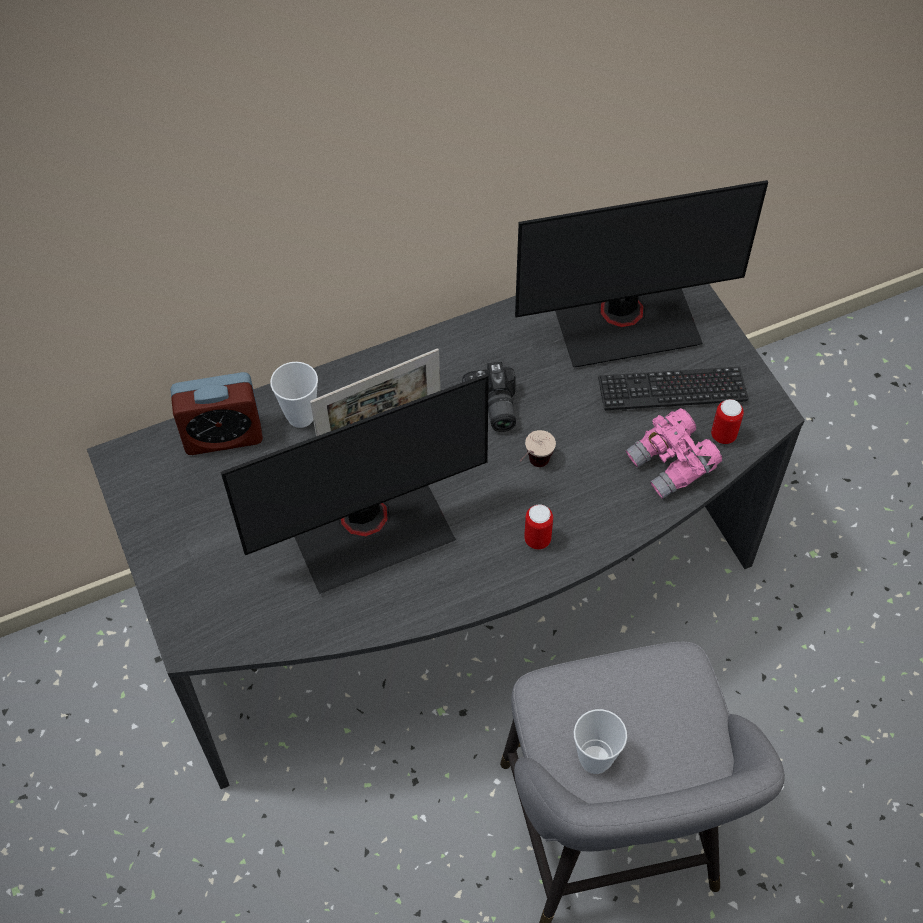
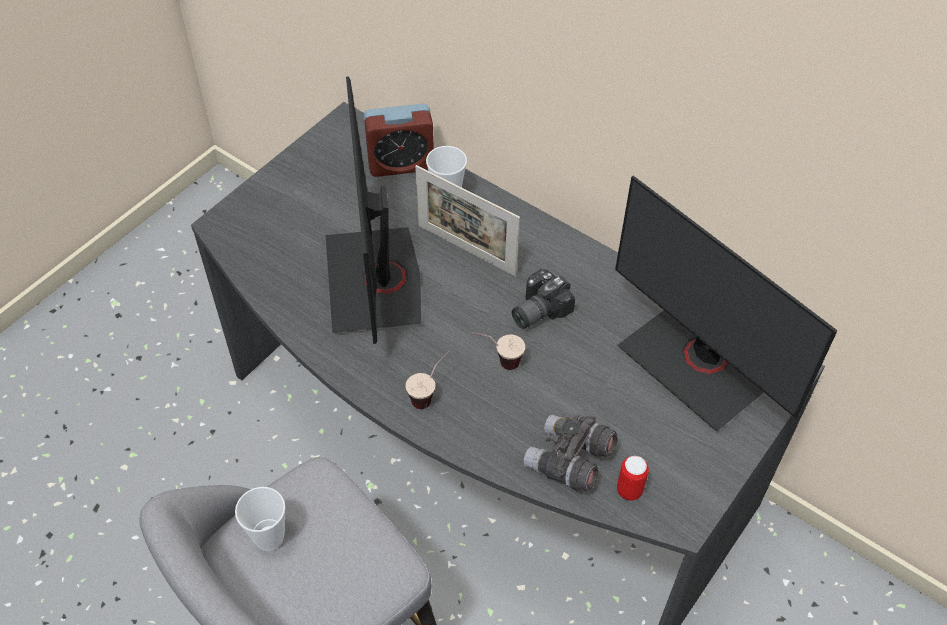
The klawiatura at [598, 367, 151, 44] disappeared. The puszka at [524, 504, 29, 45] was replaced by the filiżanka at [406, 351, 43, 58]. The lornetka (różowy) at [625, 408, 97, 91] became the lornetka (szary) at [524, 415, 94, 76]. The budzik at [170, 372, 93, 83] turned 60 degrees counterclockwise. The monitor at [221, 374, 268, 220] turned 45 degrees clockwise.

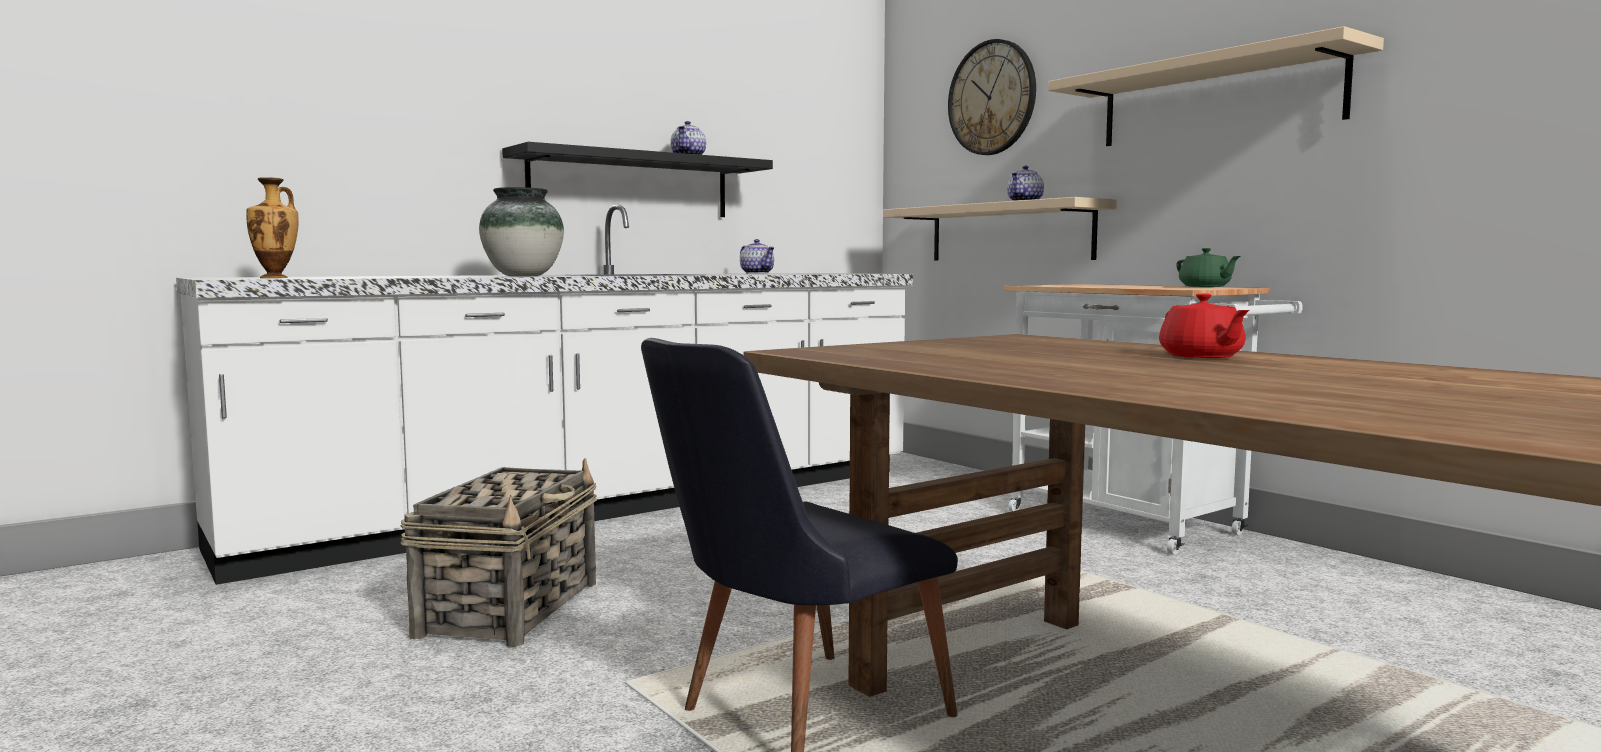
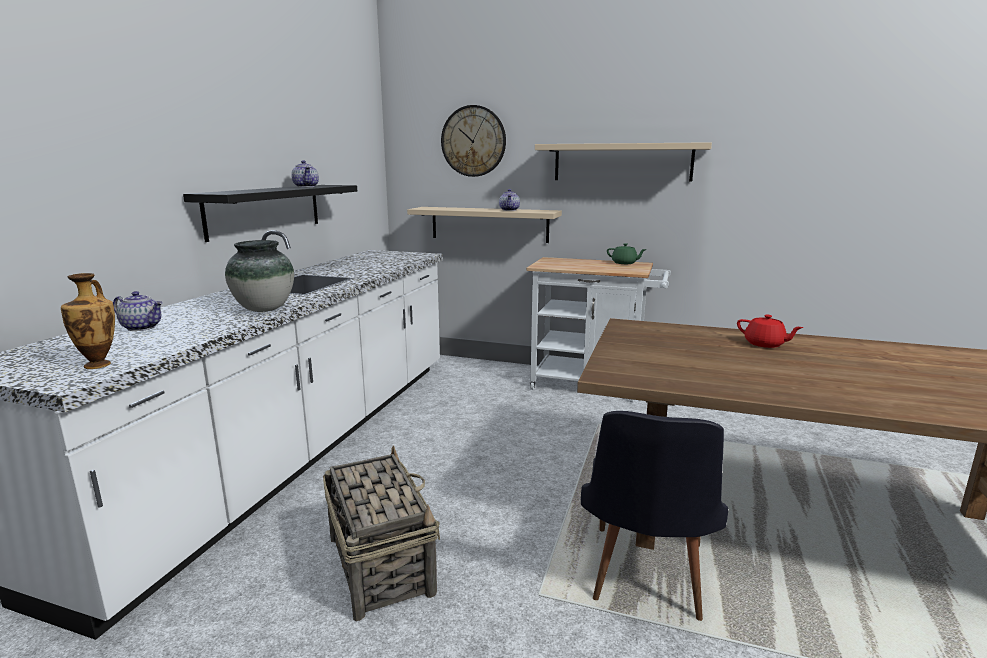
The imbryk moved from [740, 239, 35, 35] to [113, 291, 50, 40].

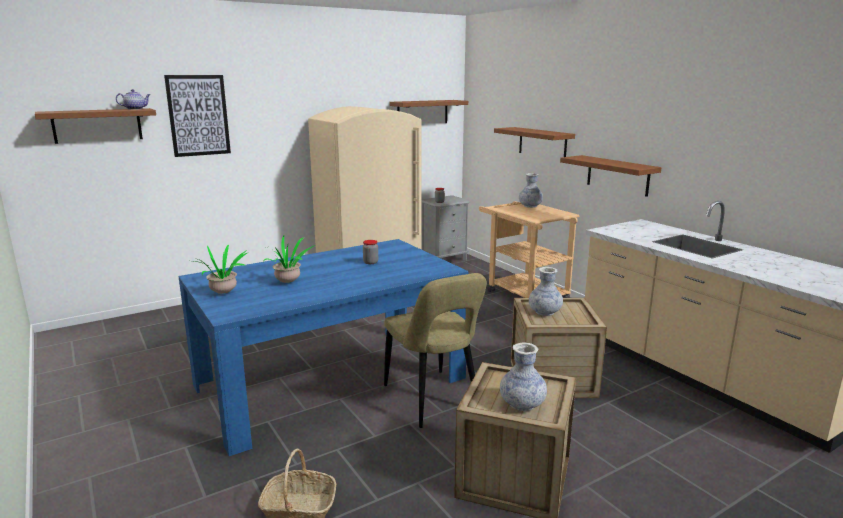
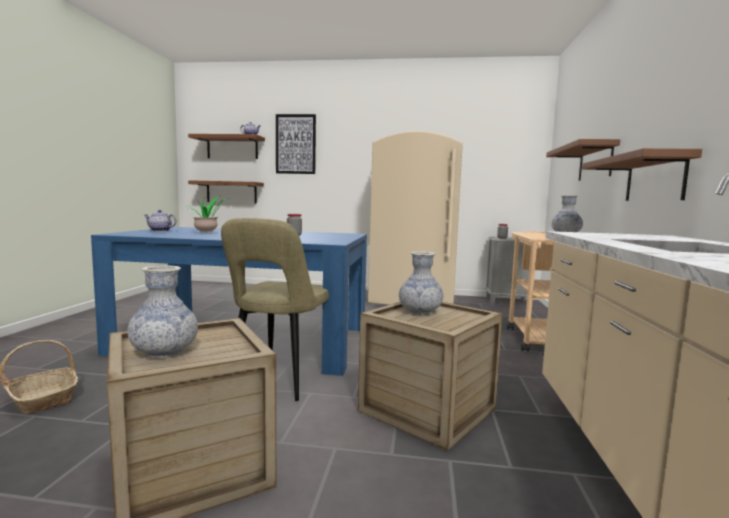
The półka (brązowy) moved from [390, 100, 78, 23] to [188, 180, 76, 23]. The roślina doniczkowa at [194, 245, 55, 49] was replaced by the imbryk at [144, 210, 32, 21].

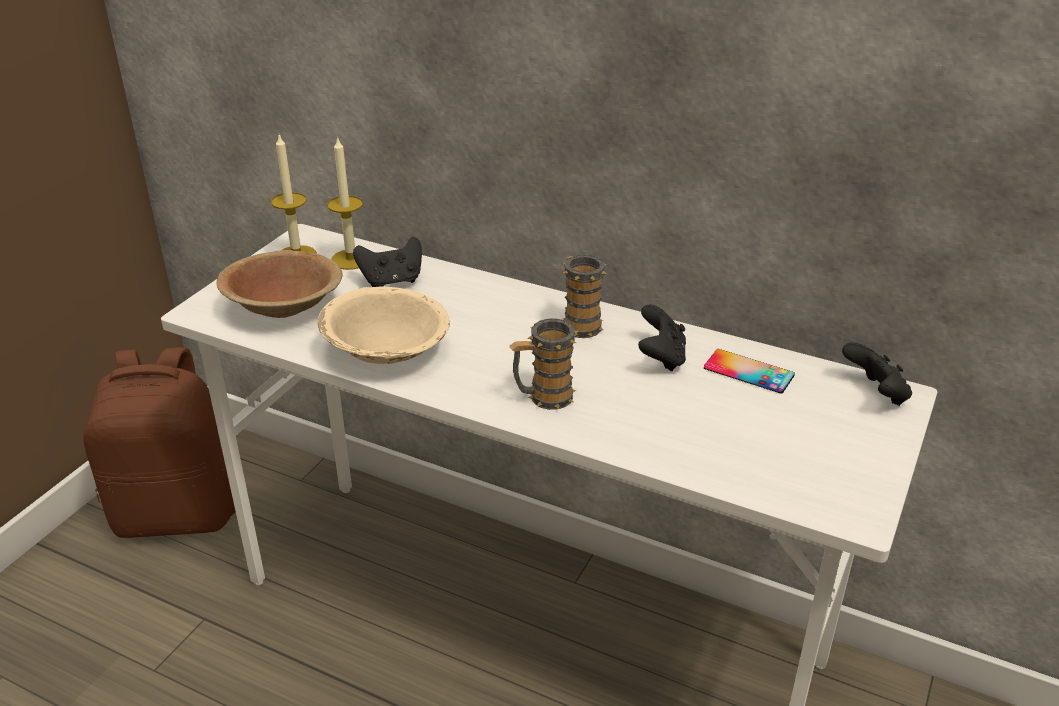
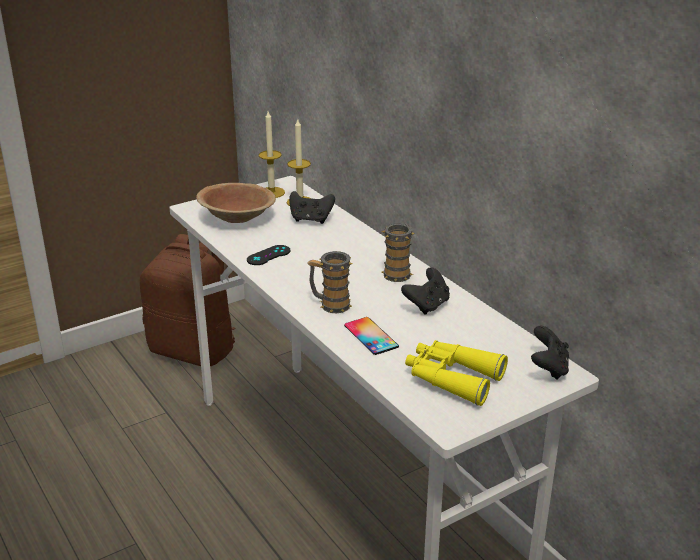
The lornetka (żółty) at [405, 340, 103, 66] appeared. The telefon moved from [704, 349, 91, 45] to [344, 317, 55, 38]. The miska (beżowy) at [318, 287, 132, 77] was replaced by the pad do gier (czarny) at [247, 245, 43, 20].

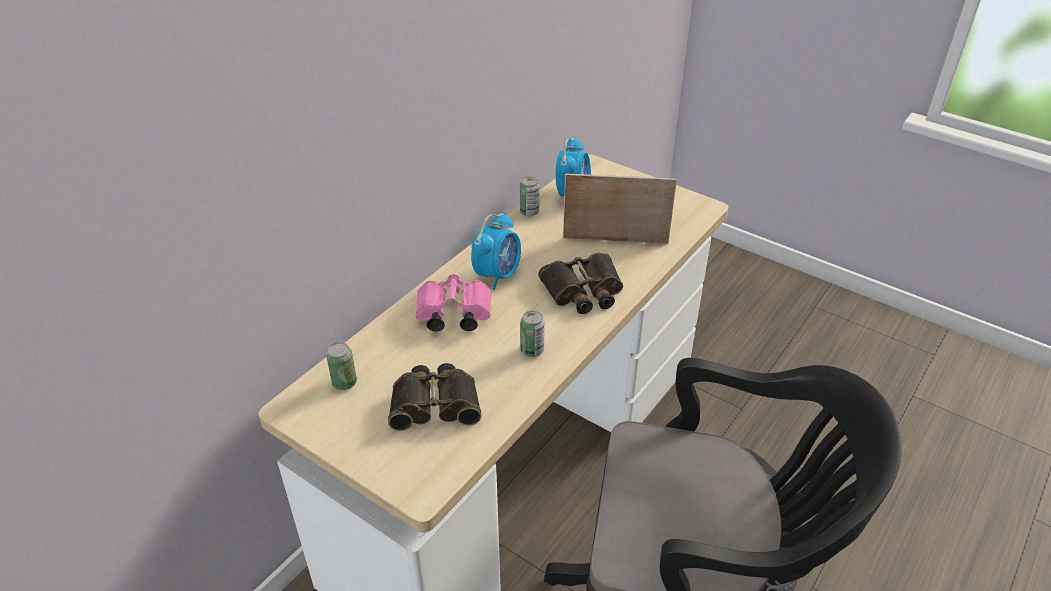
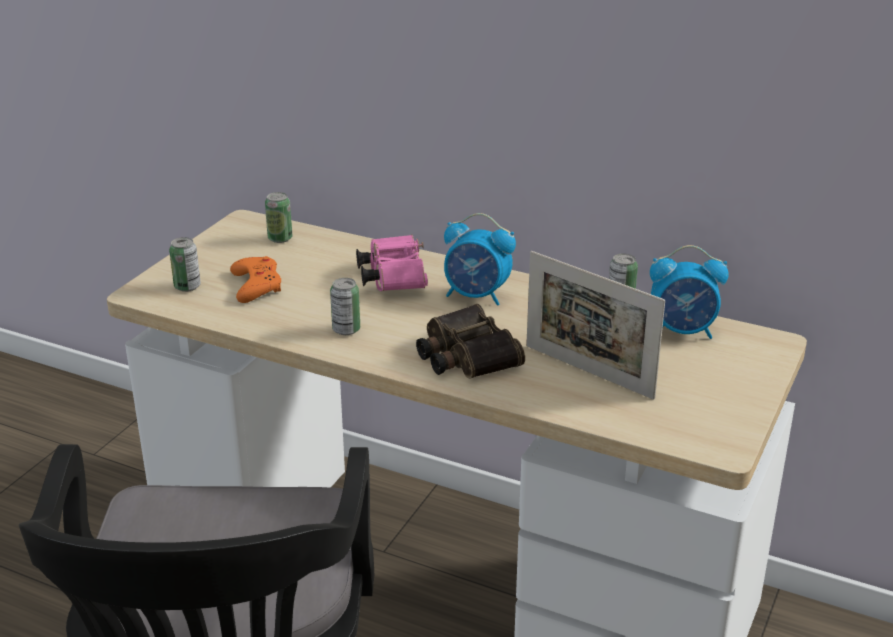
The puszka at [169, 237, 32, 55] appeared. The lornetka at [388, 363, 94, 68] was replaced by the pad do gier (pomarańczowy) at [230, 256, 51, 47]. The ramka na zdjęcie at [563, 174, 114, 70] turned 135 degrees clockwise.

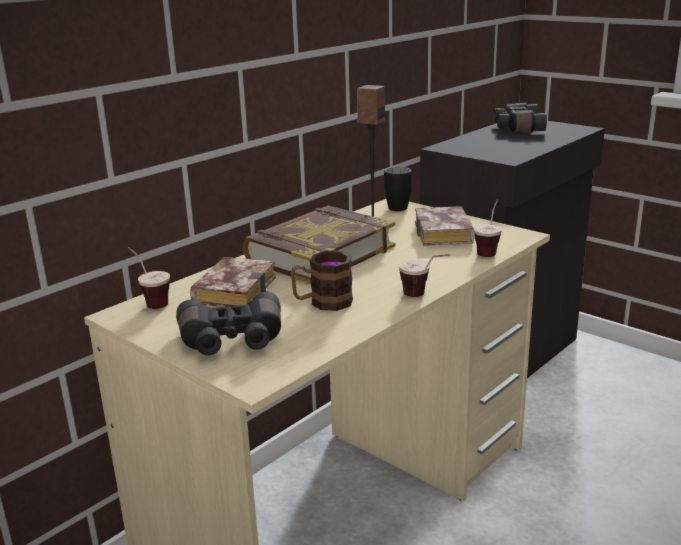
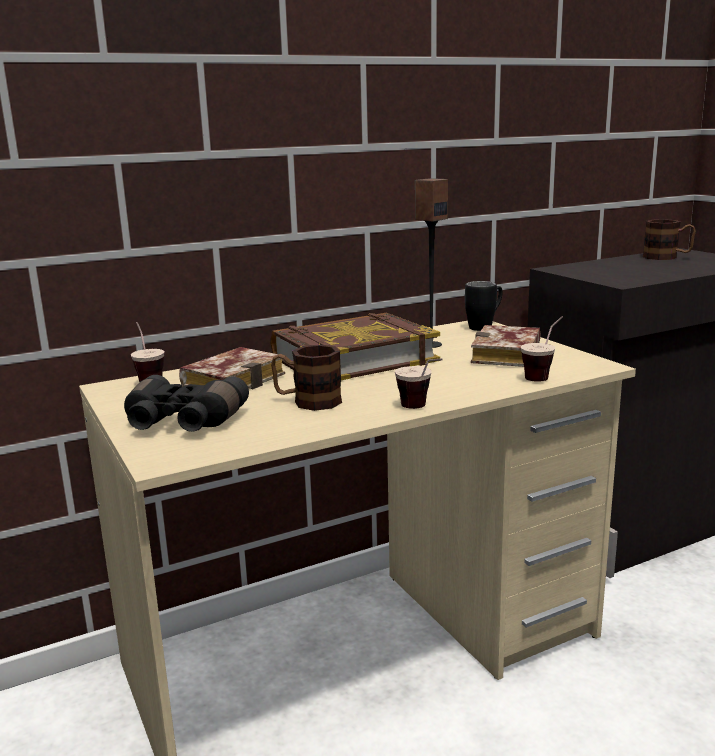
The lornetka (czarny) at [494, 103, 53, 30] was replaced by the kubek at [643, 219, 53, 41].

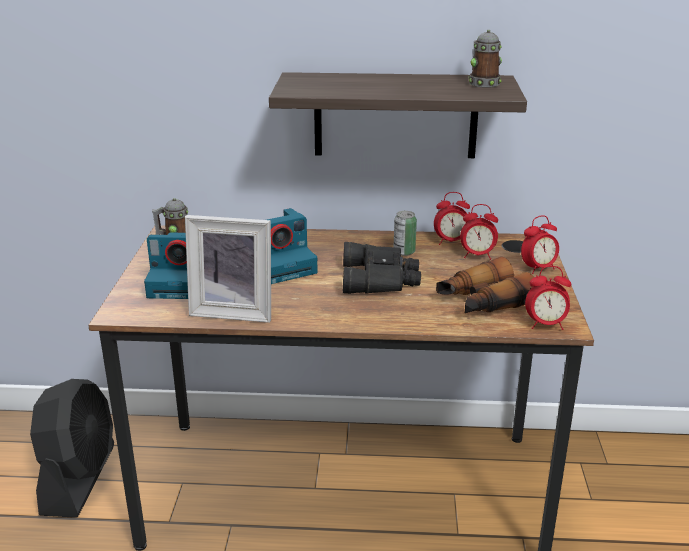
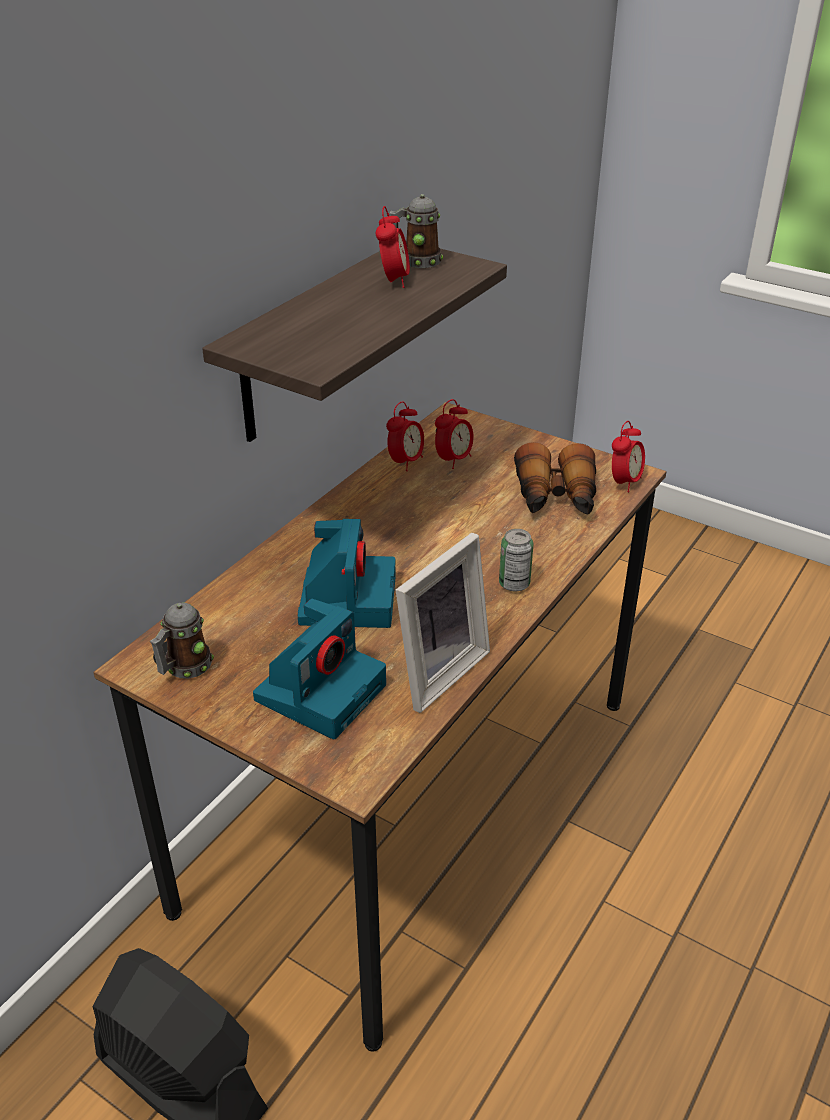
The lornetka (czarny) at [343, 242, 78, 52] disappeared. The puszka moved from [394, 211, 23, 45] to [499, 529, 34, 63]. The budzik moved from [521, 215, 38, 59] to [376, 206, 34, 82].

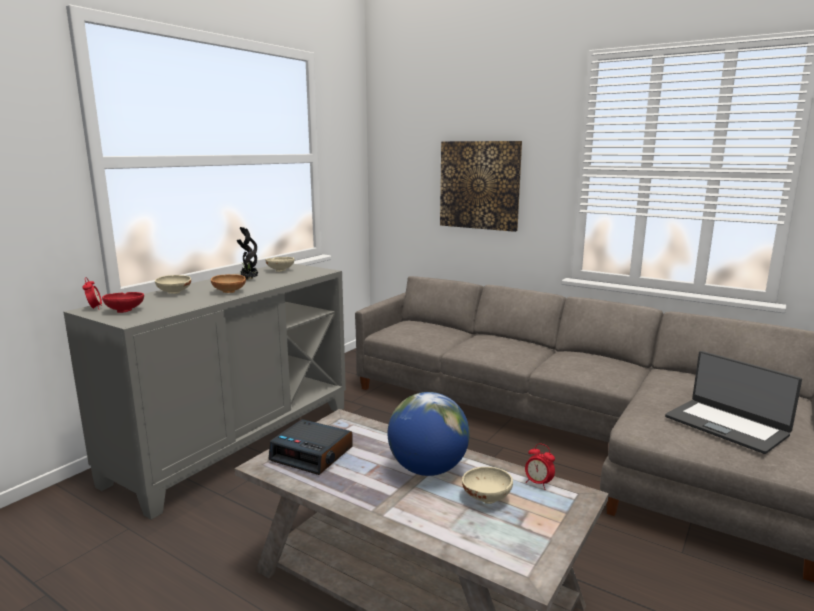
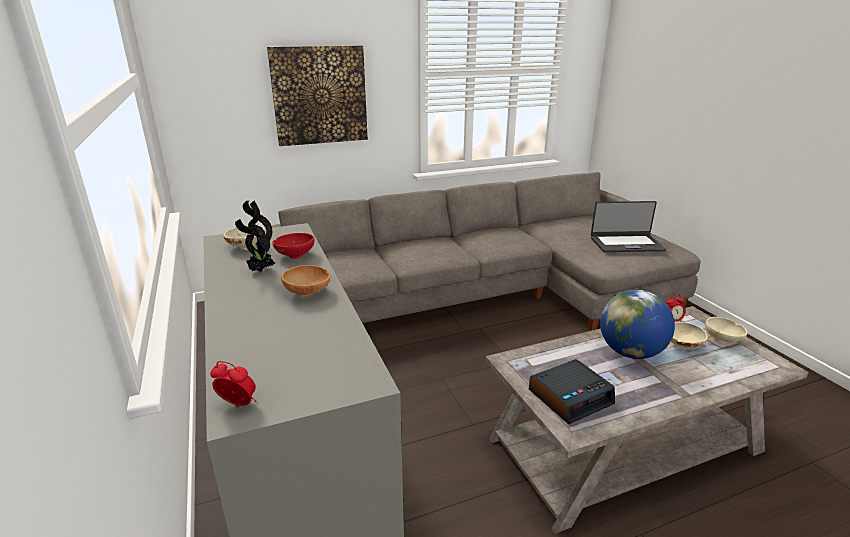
The miska (czerwony) moved from [102, 292, 42, 21] to [272, 233, 43, 26]. The miska (beżowy) moved from [155, 275, 36, 19] to [705, 317, 42, 26].

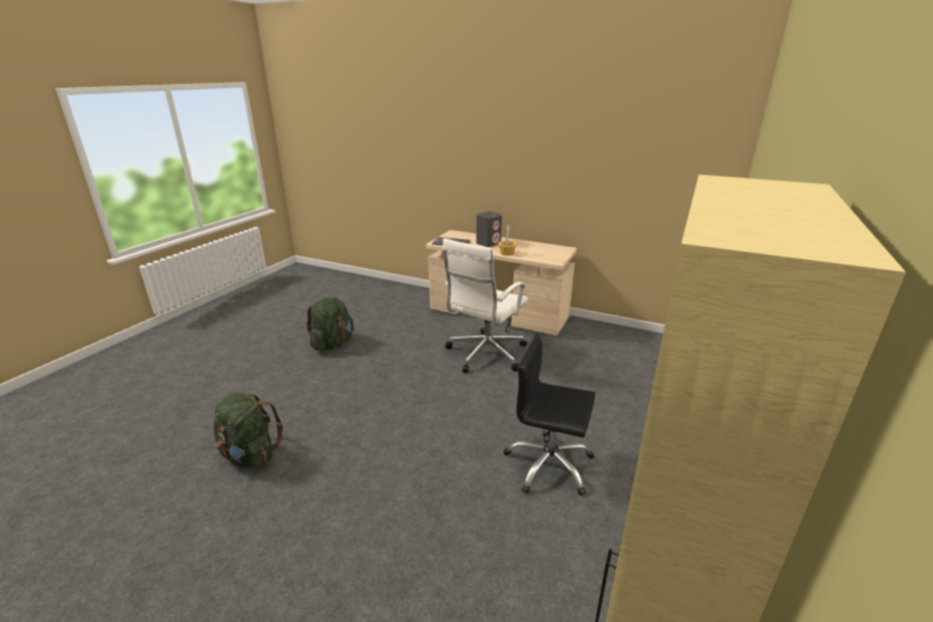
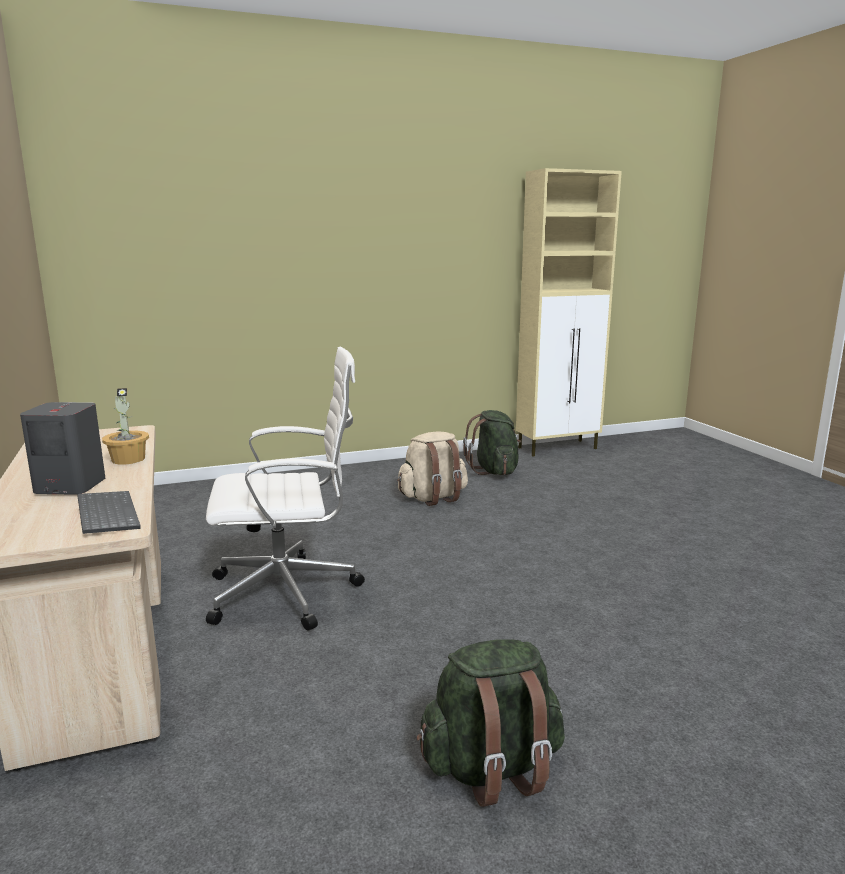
The plecak (zielony) moved from [214, 393, 69, 75] to [463, 410, 59, 65]. The krzesło biurowe (czarny) at [504, 334, 91, 162] was replaced by the plecak (beżowy) at [397, 431, 71, 75].

